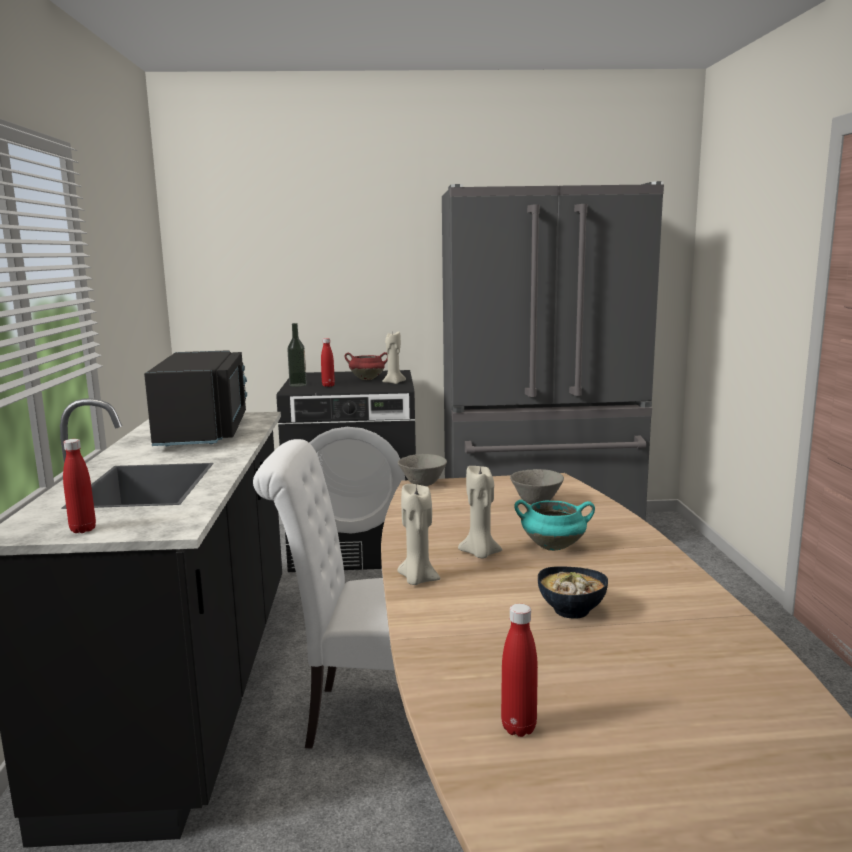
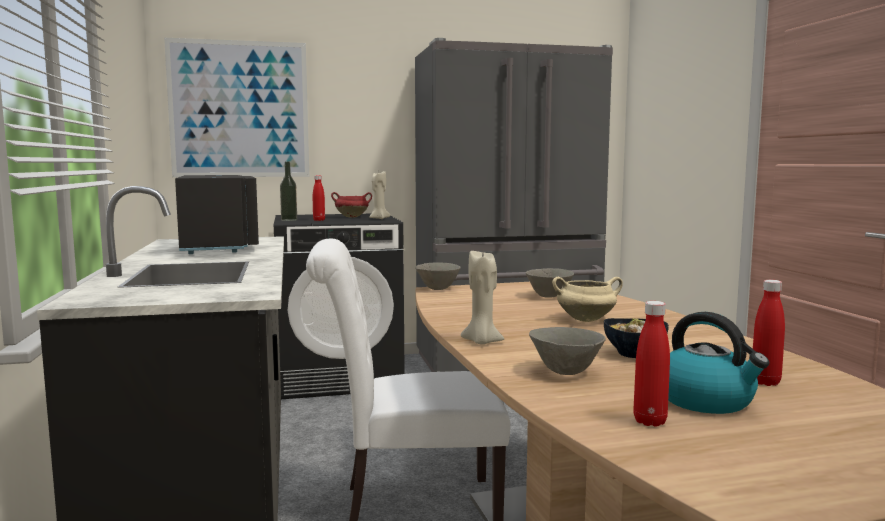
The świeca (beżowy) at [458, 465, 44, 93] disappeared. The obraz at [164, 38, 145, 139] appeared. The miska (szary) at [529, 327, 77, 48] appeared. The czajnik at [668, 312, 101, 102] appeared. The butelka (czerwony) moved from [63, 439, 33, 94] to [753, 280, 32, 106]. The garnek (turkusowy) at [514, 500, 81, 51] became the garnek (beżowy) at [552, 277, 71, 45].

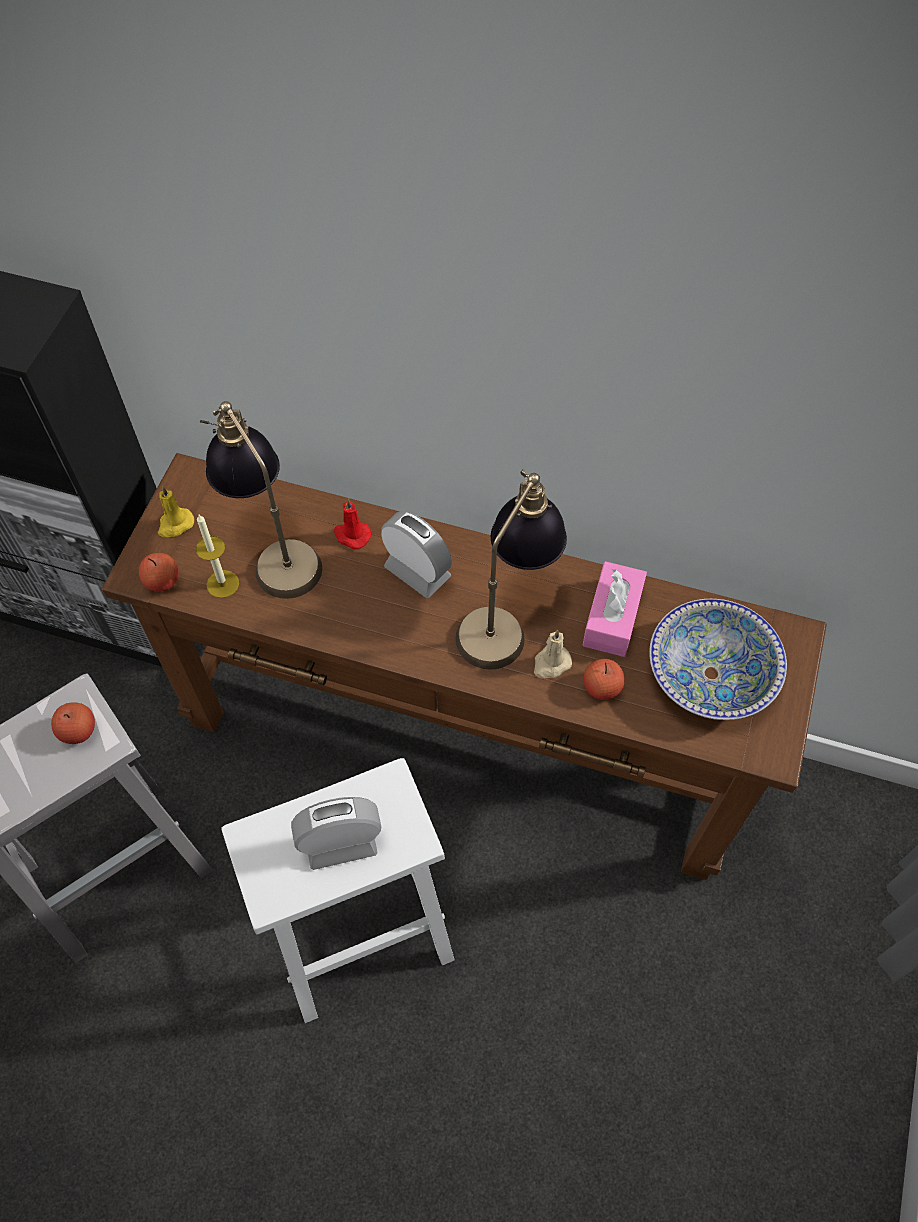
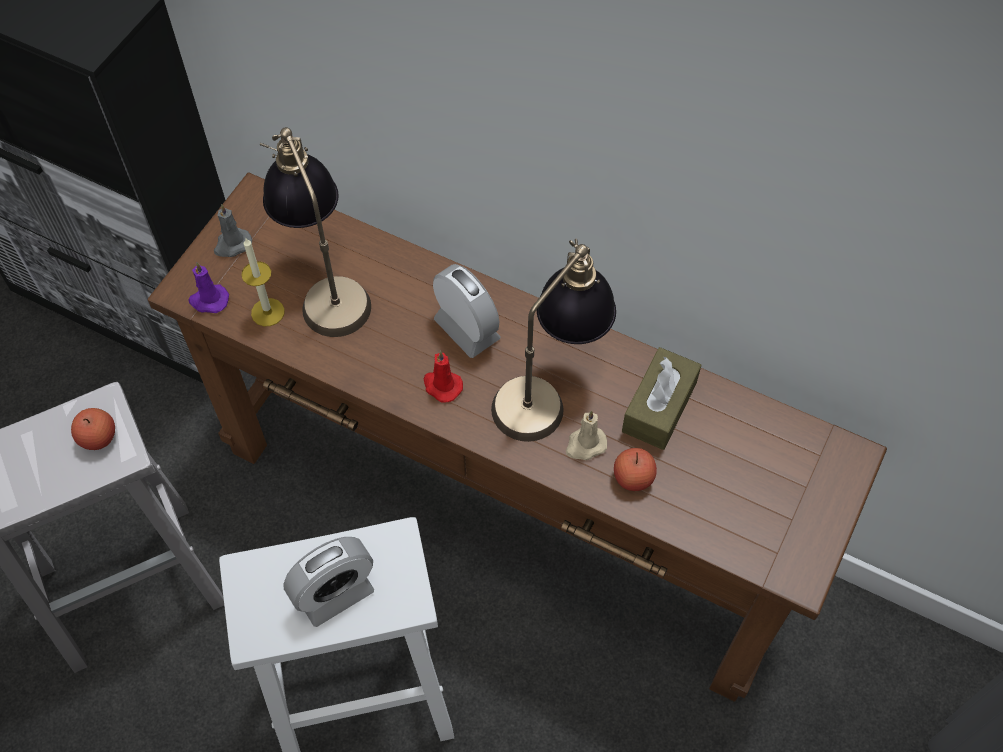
The miska at [649, 599, 138, 121] disappeared. The świeca (czerwony) moved from [334, 499, 37, 50] to [424, 351, 39, 52]. The jabłko at [139, 553, 40, 39] was replaced by the świeca (fioletowy) at [188, 262, 41, 51]. The świeca (żółty) at [158, 486, 36, 51] became the świeca (szary) at [214, 204, 38, 53]. The pudełko chusteczek (różowy) at [582, 561, 65, 96] became the pudełko chusteczek (brązowy) at [622, 347, 80, 103]. The budzik at [291, 797, 90, 73] turned 150 degrees clockwise.

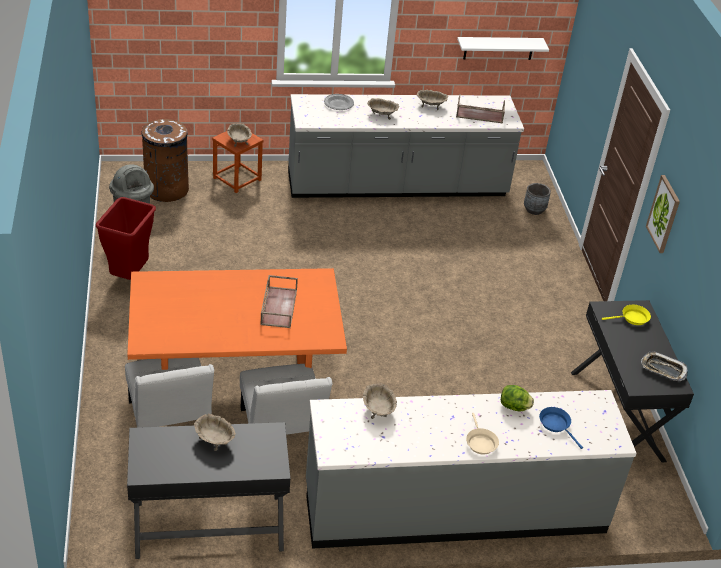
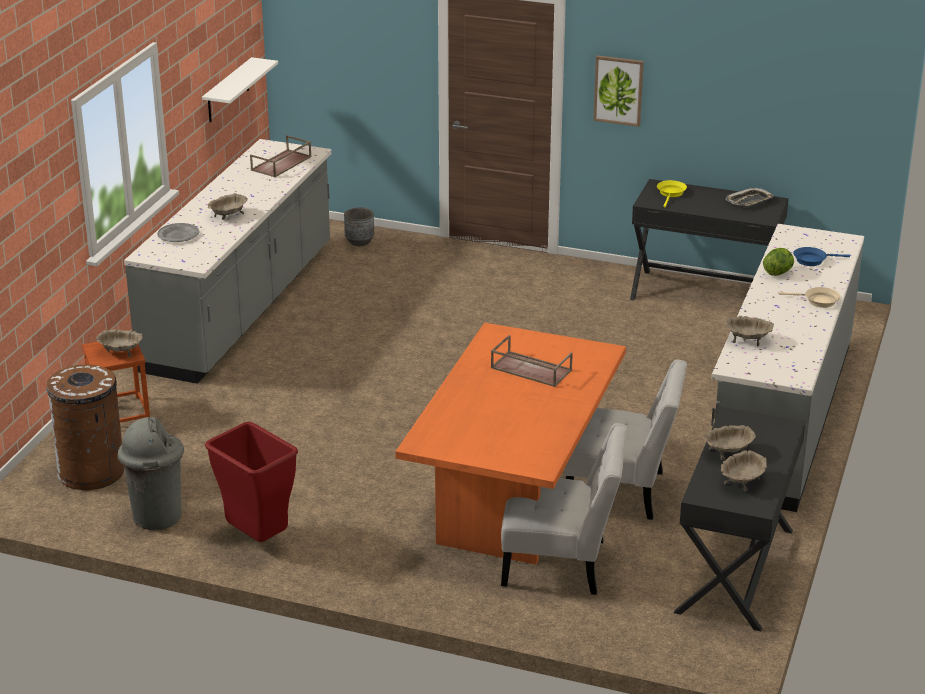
The miska (beżowy) moved from [417, 89, 31, 21] to [721, 450, 46, 42].

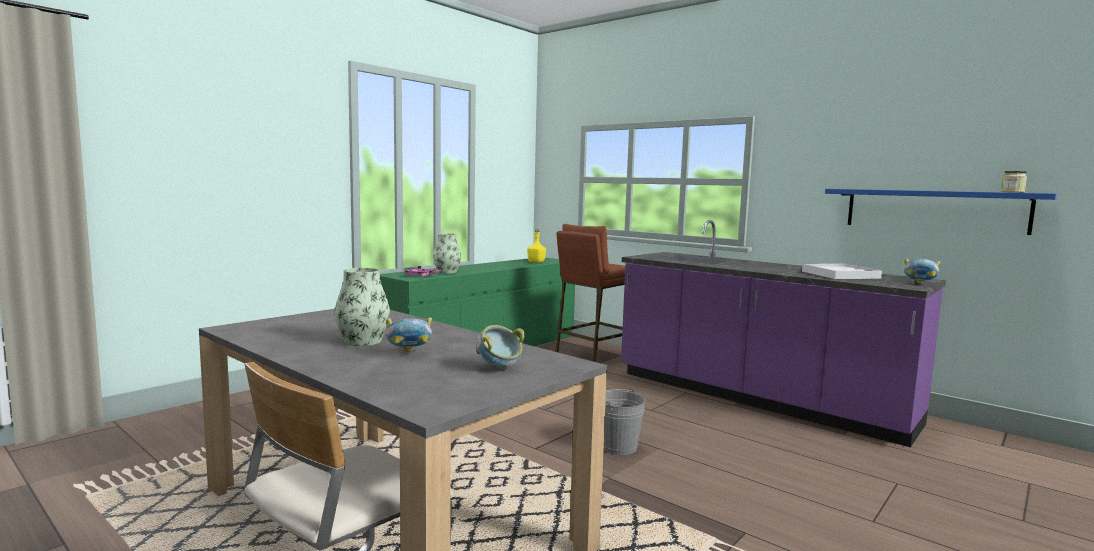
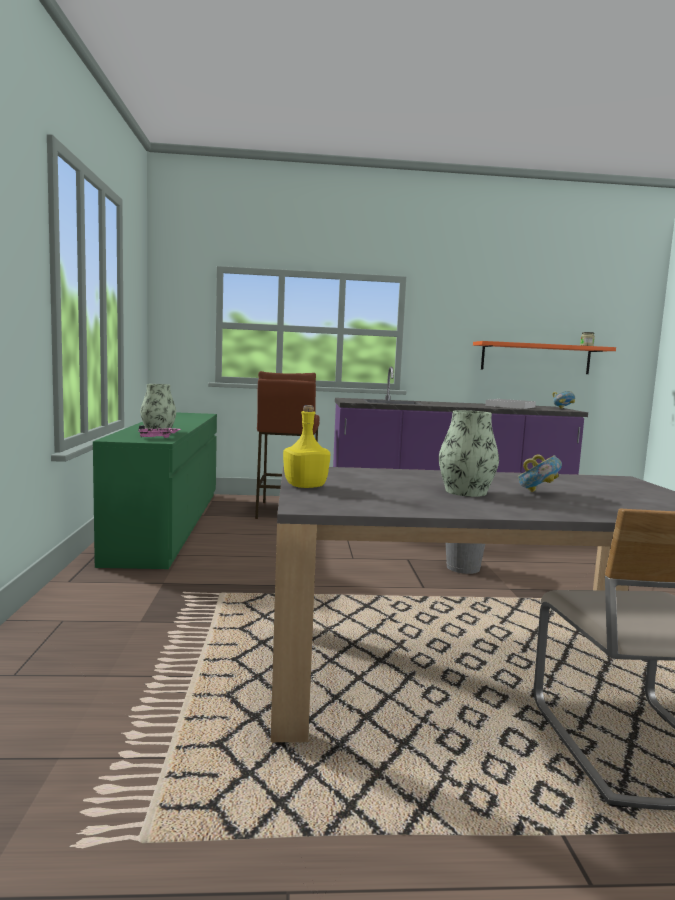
The miska at [476, 325, 49, 44] disappeared. The butelka (żółty) moved from [527, 229, 19, 34] to [283, 405, 47, 83]. The półka (niebieski) at [825, 189, 232, 46] became the półka (pomarańczowy) at [473, 341, 143, 33].

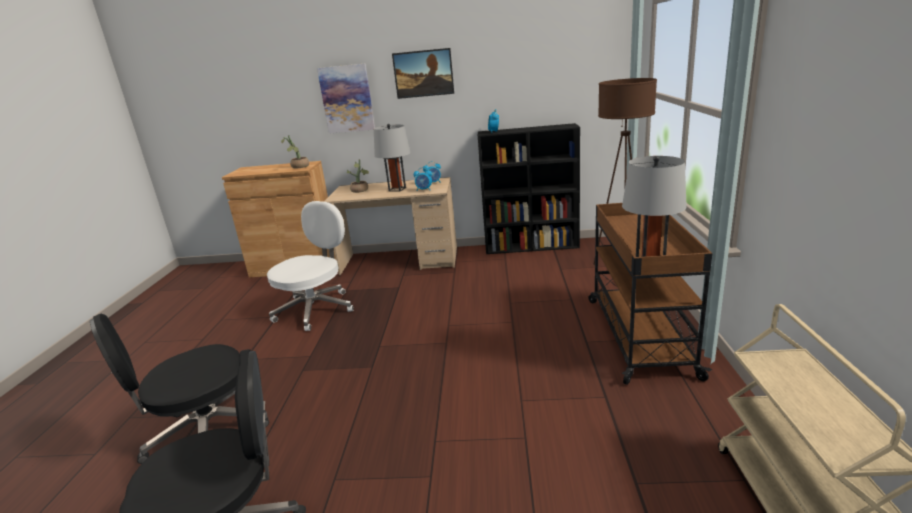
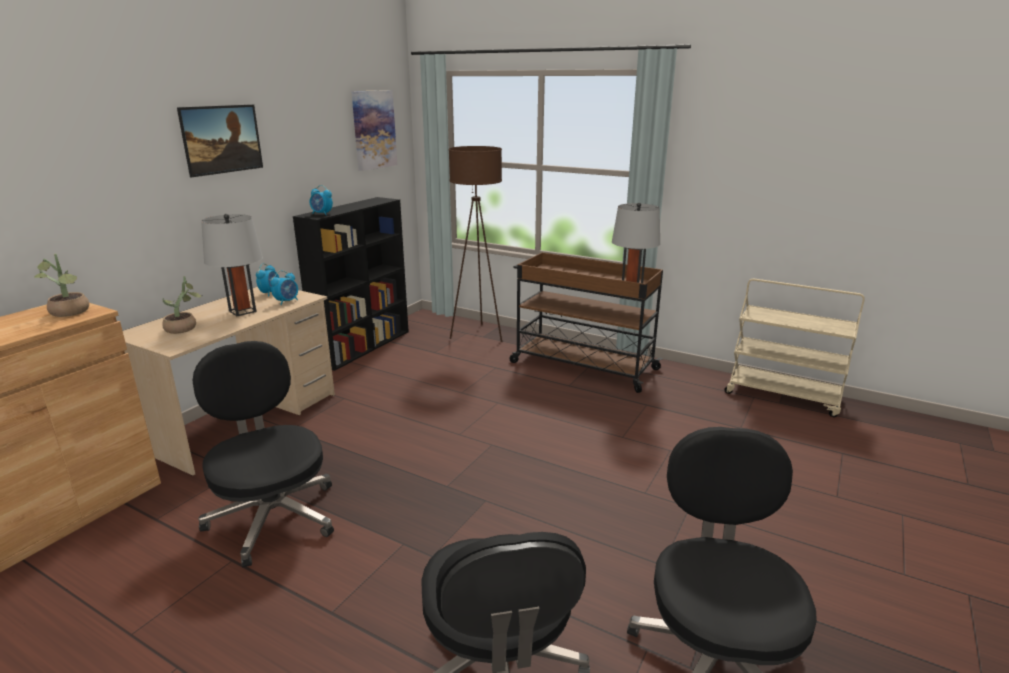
The obraz moved from [317, 64, 58, 69] to [351, 90, 46, 81]. The krzesło biurowe (biały) at [267, 201, 86, 130] became the krzesło biurowe (czarny) at [193, 341, 141, 226].

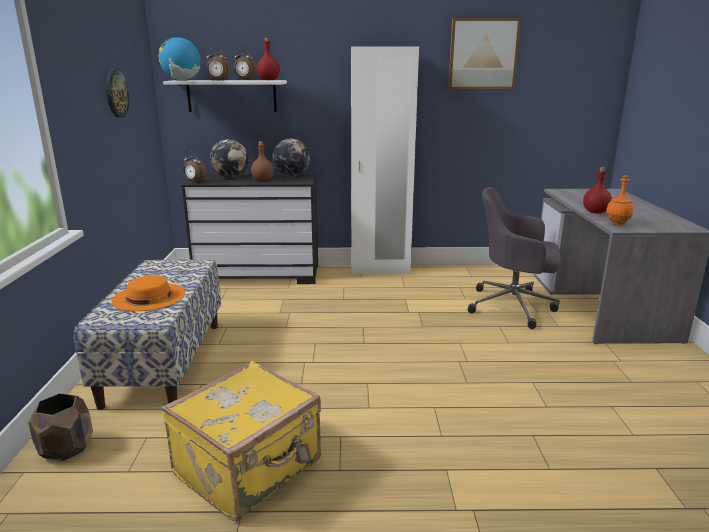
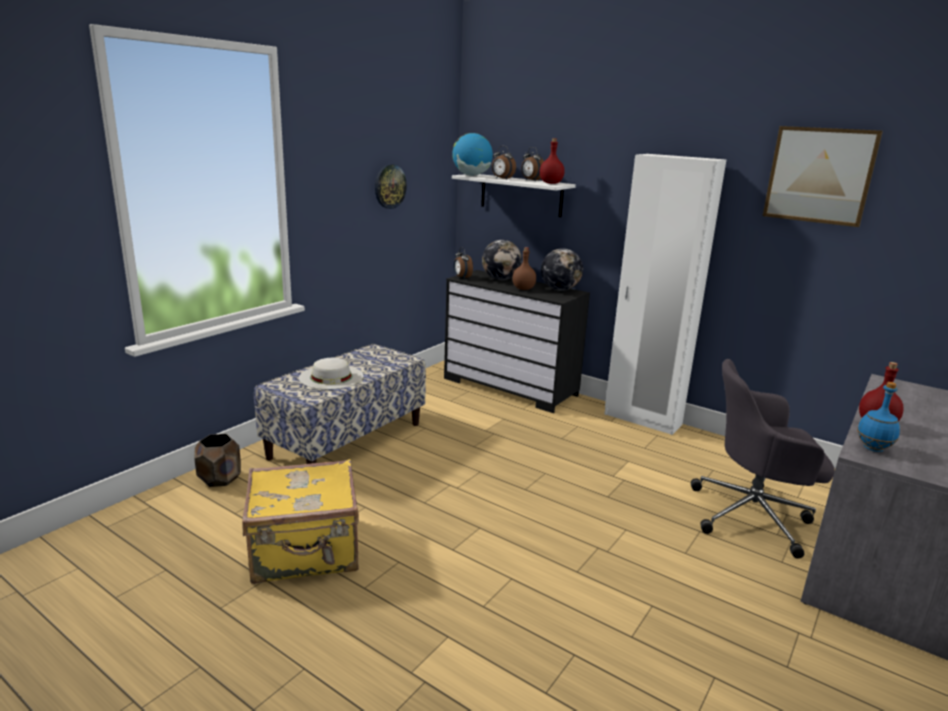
The kapelusz (pomarańczowy) at [112, 275, 73, 36] became the kapelusz (biały) at [299, 358, 65, 31]. The butelka (pomarańczowy) at [606, 176, 28, 49] became the butelka (niebieski) at [857, 382, 43, 70]. The krzesło biurowe (szary) at [468, 187, 93, 142] turned 45 degrees counterclockwise.

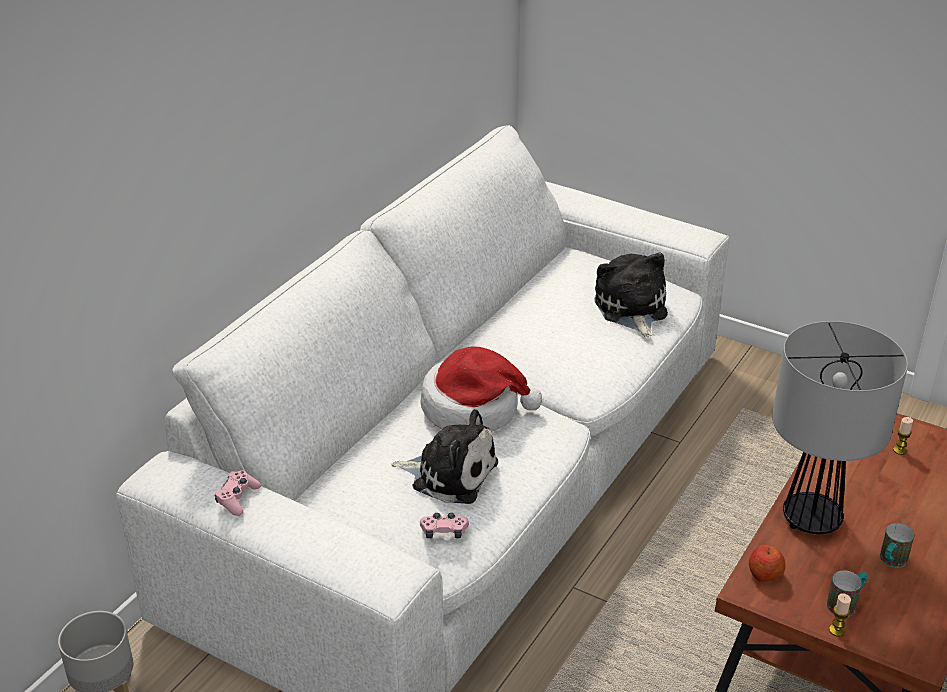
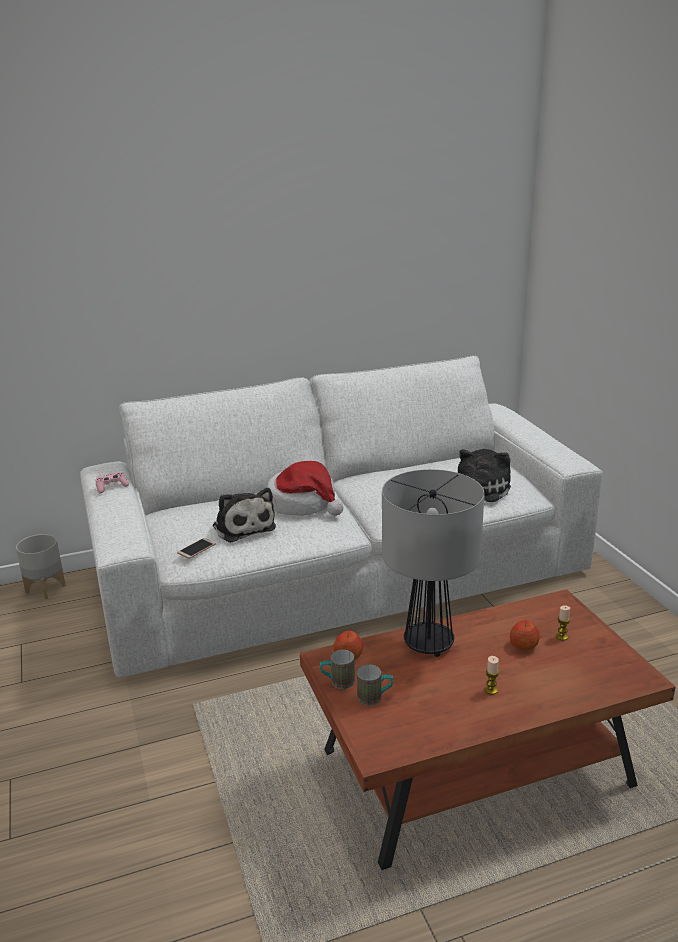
The jabłko at [510, 620, 30, 30] appeared. The świeca moved from [829, 593, 22, 44] to [485, 656, 14, 39]. The kubek moved from [880, 523, 34, 45] to [320, 650, 35, 39]. The pad do gier (różowy) at [420, 513, 49, 25] was replaced by the telefon at [177, 538, 39, 21].

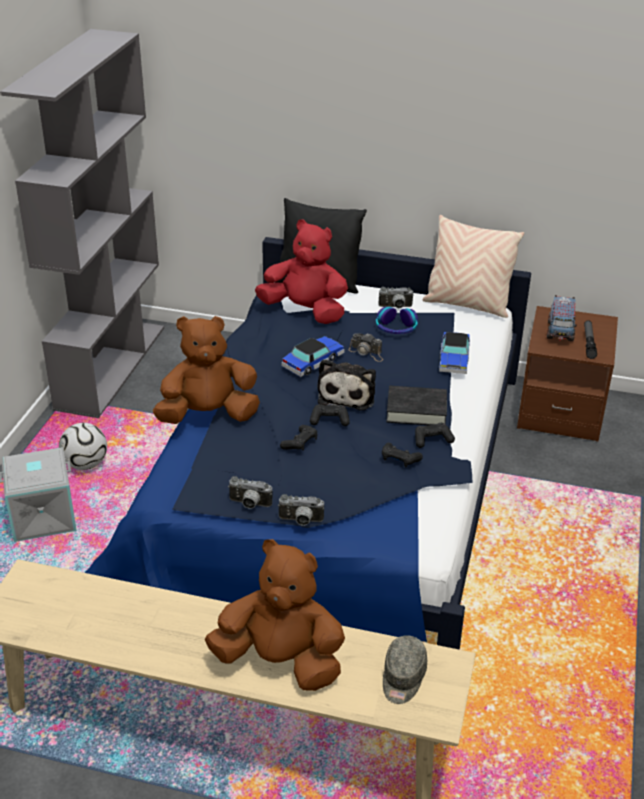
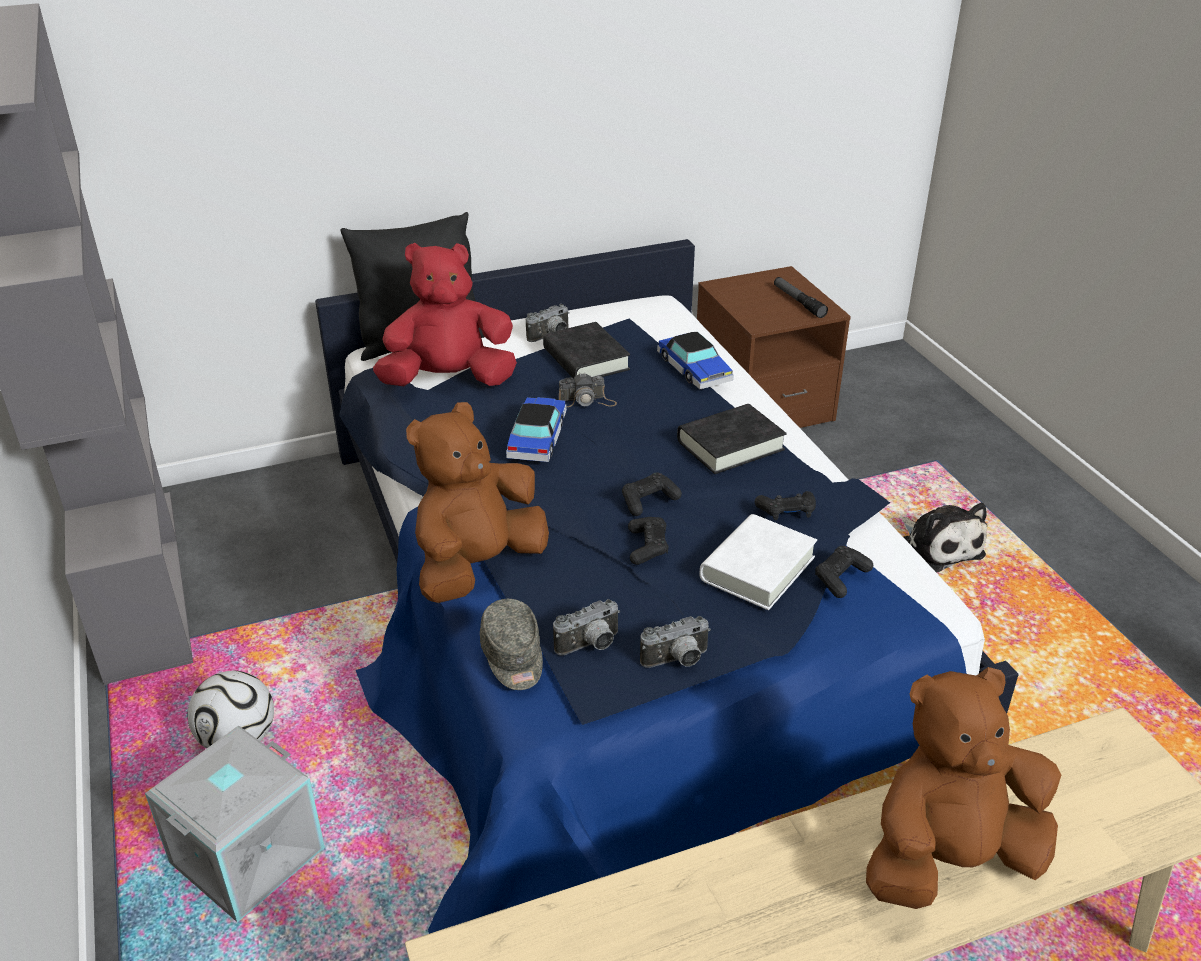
The poduszka (beżowy) at [423, 215, 101, 103] disappeared. The ciężarówka zabawkowa at [547, 295, 30, 46] disappeared. The książka (biały) at [699, 514, 118, 96] appeared. The aparat fotograficzny moved from [278, 494, 46, 32] to [553, 599, 67, 56]. The pluszak moved from [317, 359, 59, 52] to [902, 503, 85, 70]. The czapka z daszkiem (szary) moved from [383, 635, 44, 69] to [480, 599, 63, 91]. The pad do gier (czarny) moved from [415, 423, 40, 25] to [815, 546, 58, 52]. The słuchawki at [376, 307, 42, 27] was replaced by the książka (czarny) at [543, 322, 87, 57].

